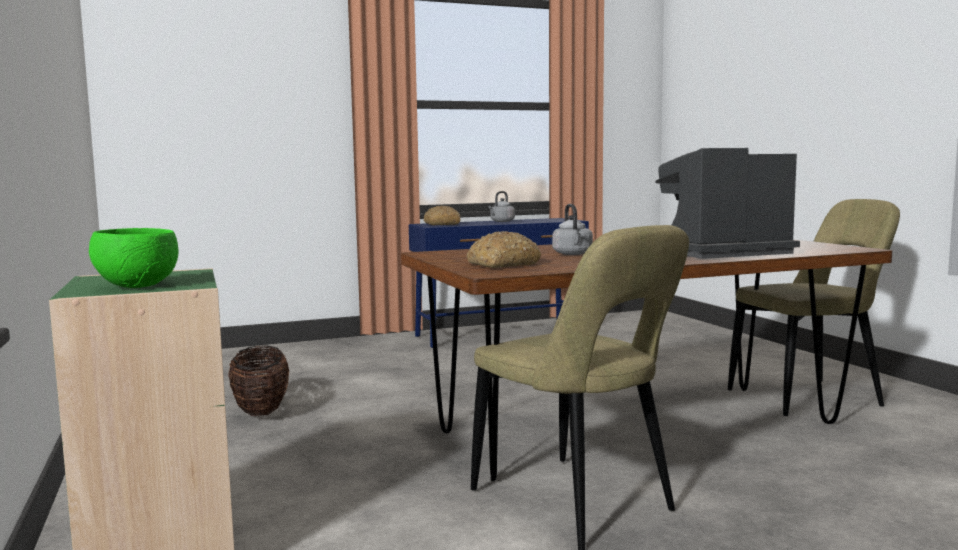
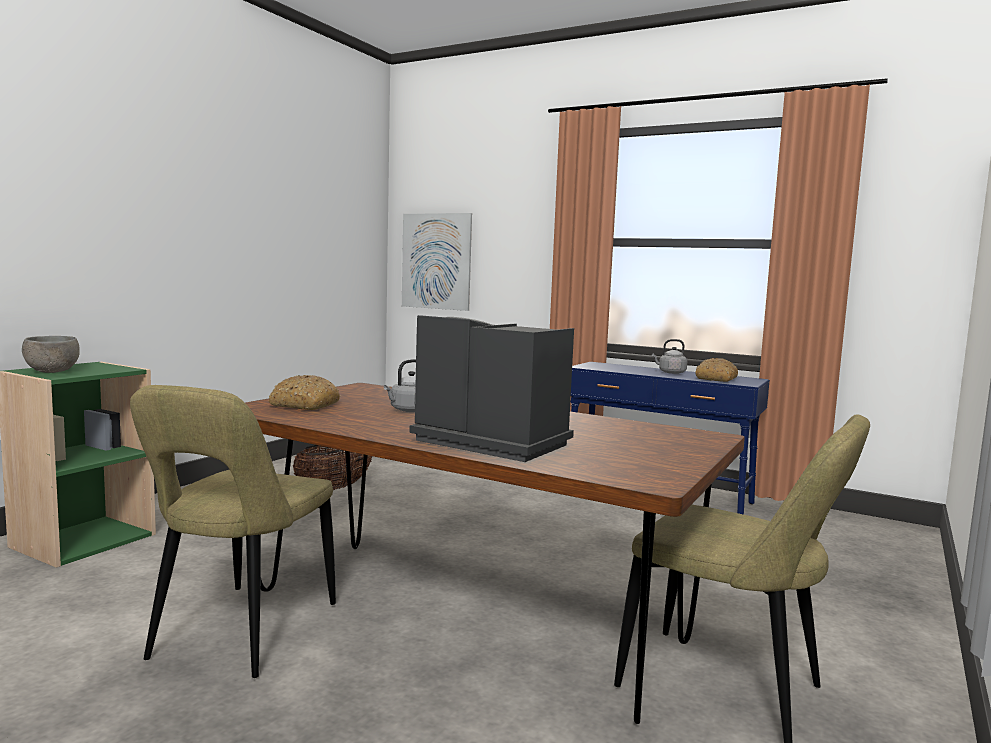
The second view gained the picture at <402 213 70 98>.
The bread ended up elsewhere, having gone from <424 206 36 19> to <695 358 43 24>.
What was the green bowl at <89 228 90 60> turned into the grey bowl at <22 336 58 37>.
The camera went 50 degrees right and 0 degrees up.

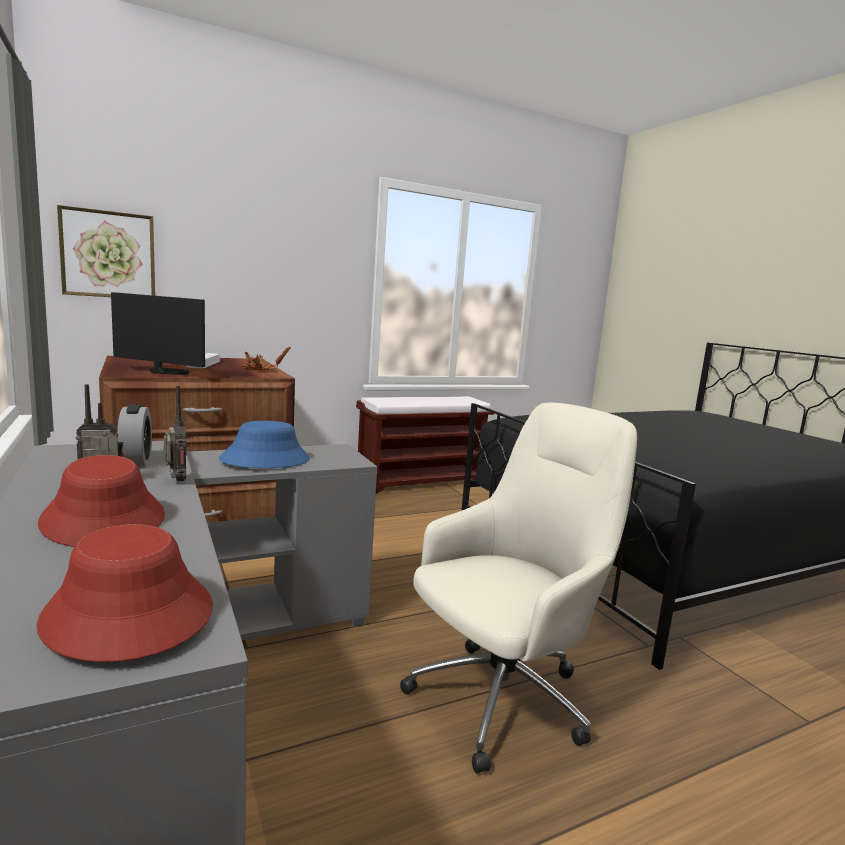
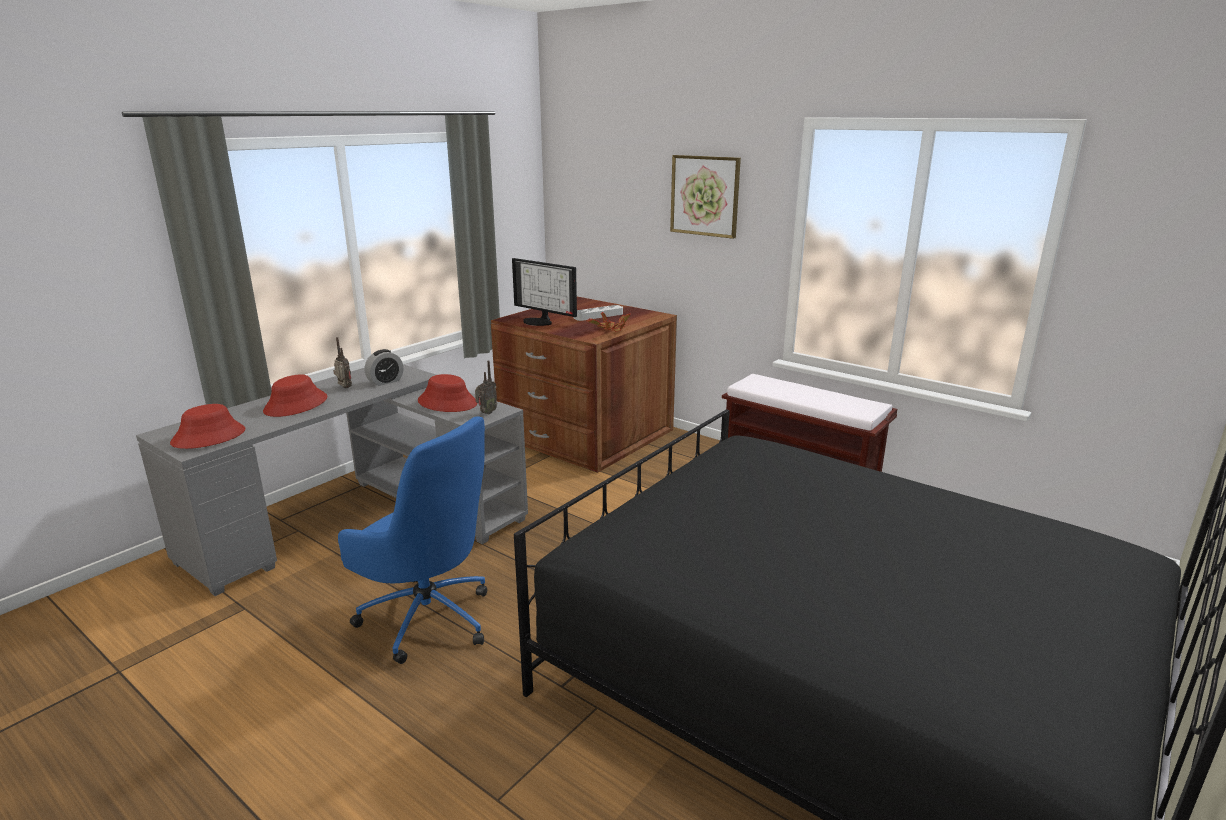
The picture ended up elsewhere, having gone from <57 205 98 92> to <670 155 71 84>.
The radio ended up elsewhere, having gone from <163 386 24 95> to <475 361 22 53>.
What was the blue hat at <219 421 91 47> turned into the red hat at <418 374 59 38>.
What was the beige office chair at <400 403 237 370> turned into the blue office chair at <338 416 149 248>.
The monitor at <111 292 94 83> ended up facing another way, 135 degrees clockwise from before.
The camera went 65 degrees right and 10 degrees up.

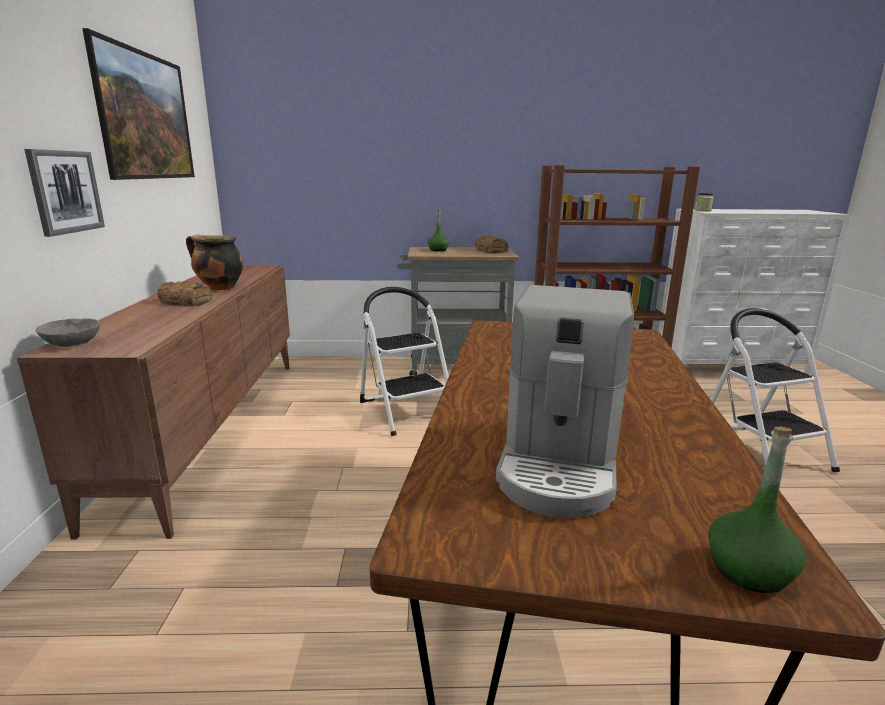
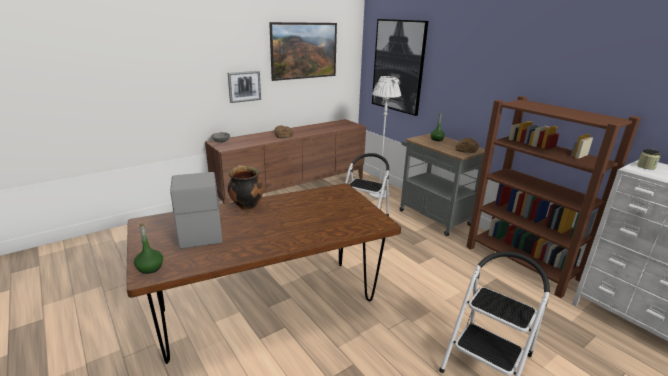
The second view gained the white floor lamp at <369 76 32 122>.
The second view gained the picture at <372 19 56 97>.
The cooking pot ended up elsewhere, having gone from <186 235 57 55> to <228 165 36 45>.
The coffee machine at <496 285 138 233> ended up facing another way, 90 degrees clockwise from before.
The camera went 55 degrees right and 5 degrees up.

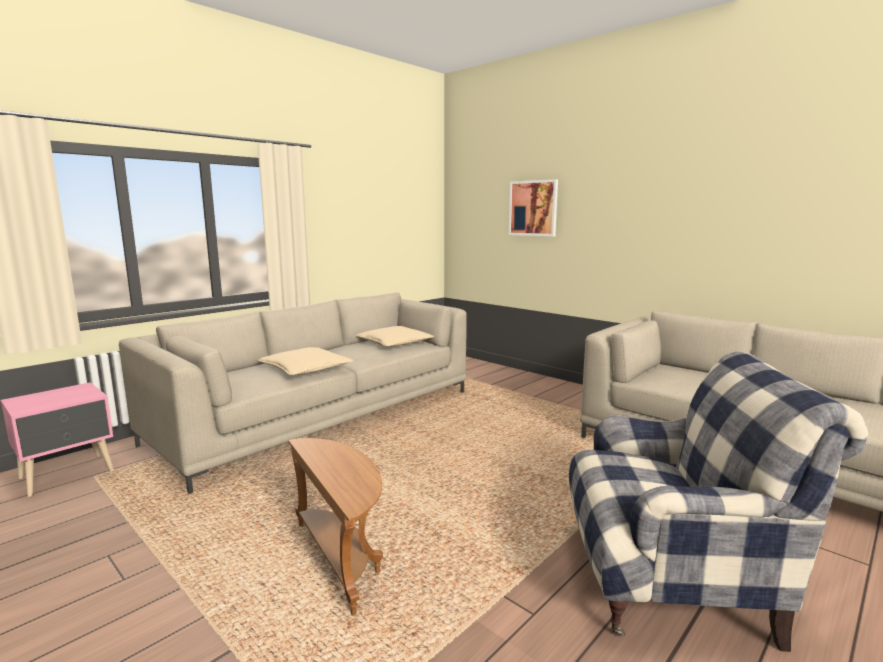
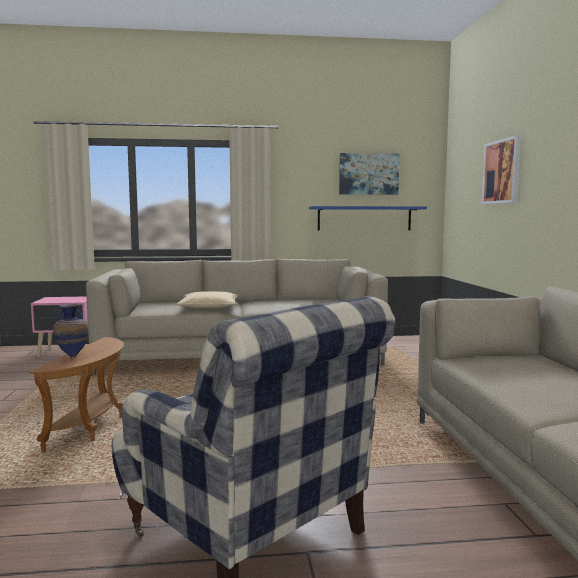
The second view lost the beige pillow at <355 326 79 21>.
The second view gained the vase at <53 304 36 54>.
The second view gained the blue shelf at <309 206 118 25>.
The second view gained the picture at <339 153 61 42>.
The camera went 40 degrees right and 5 degrees down.

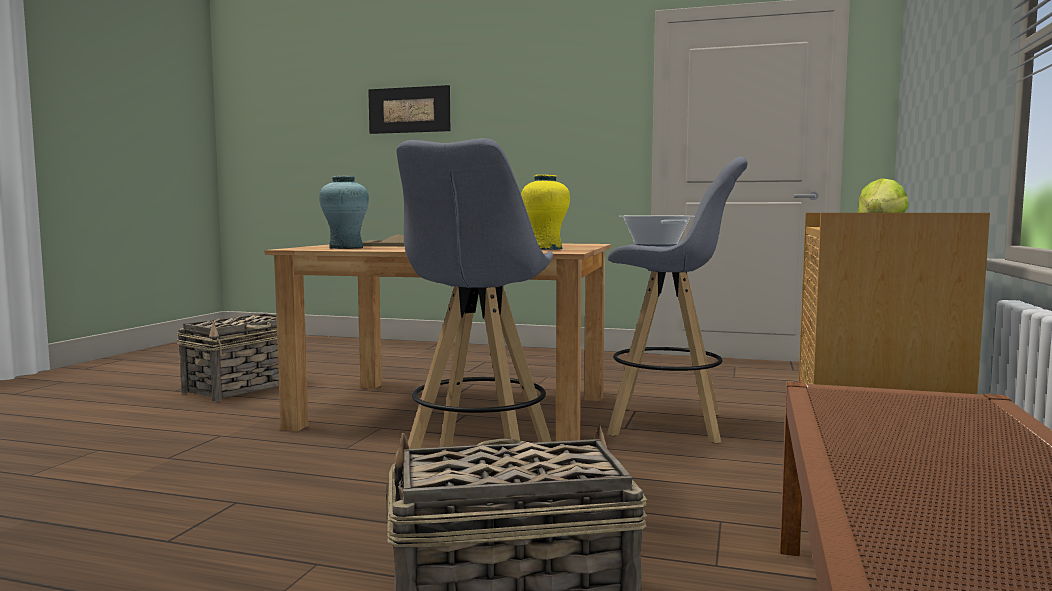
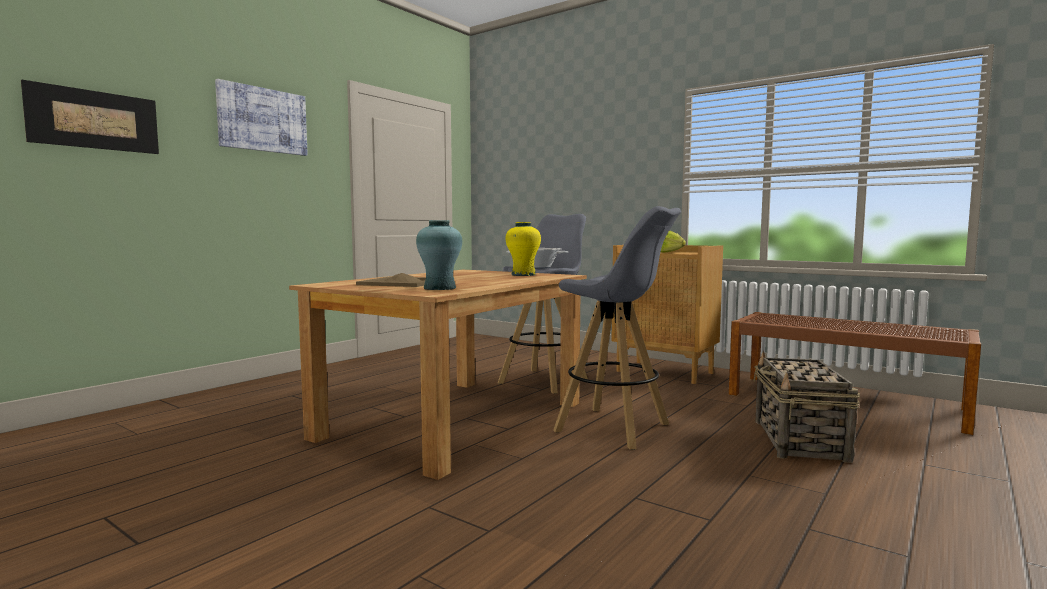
The second view lost the basket at <177 313 102 89>.
The second view gained the picture at <215 79 93 77>.
The camera went 70 degrees left and 0 degrees up.

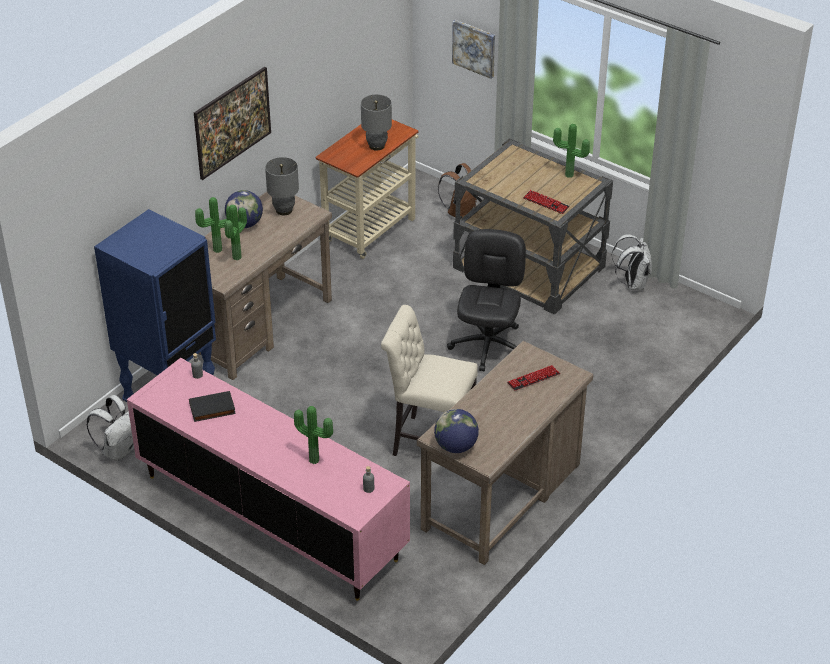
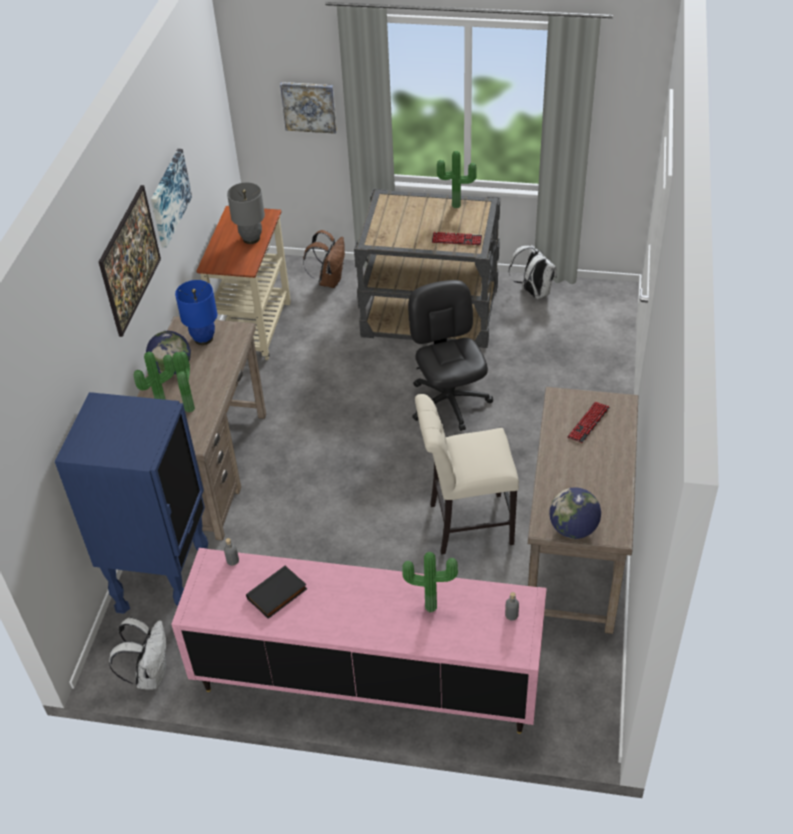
The second view gained the picture at <151 149 41 99>.
What was the grey table lamp at <265 157 34 58> turned into the blue table lamp at <175 280 42 65>.
The camera went 25 degrees left and 5 degrees up.

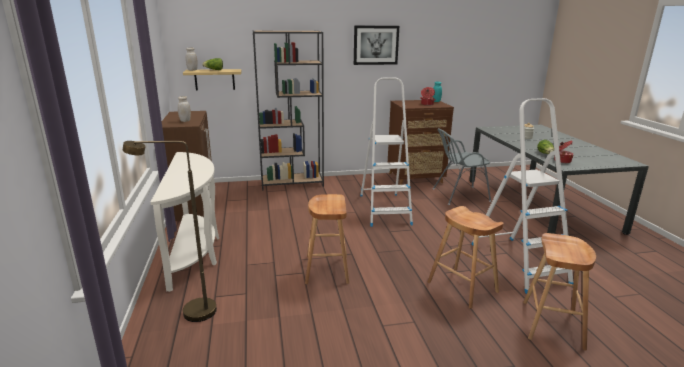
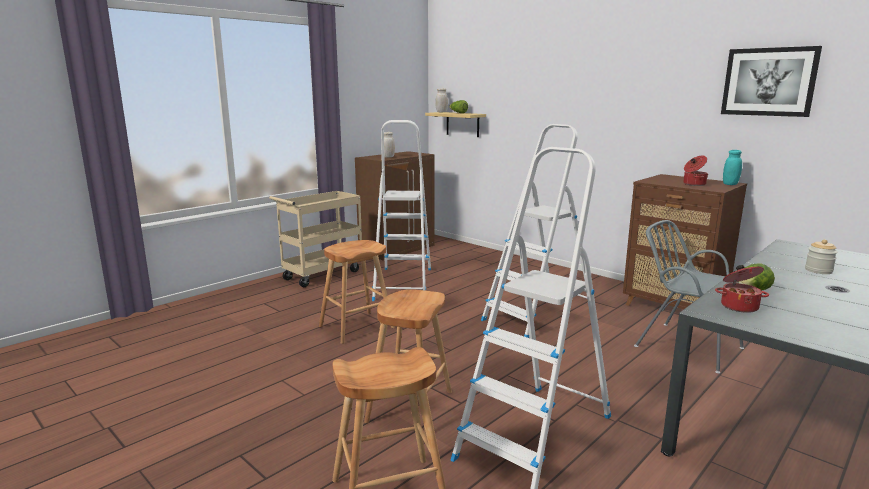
The second view lost the brown floor lamp at <123 141 94 181>.
The second view lost the bookcase at <253 31 71 160>.
The second view gained the white step ladder at <372 120 59 181>.
The picture ended up elsewhere, having gone from <354 25 45 40> to <721 46 101 71>.
Where the white console table stood at <150 152 69 140>, the beige cart came to stand at <269 191 93 96>.
The camera went 55 degrees right and 5 degrees down.

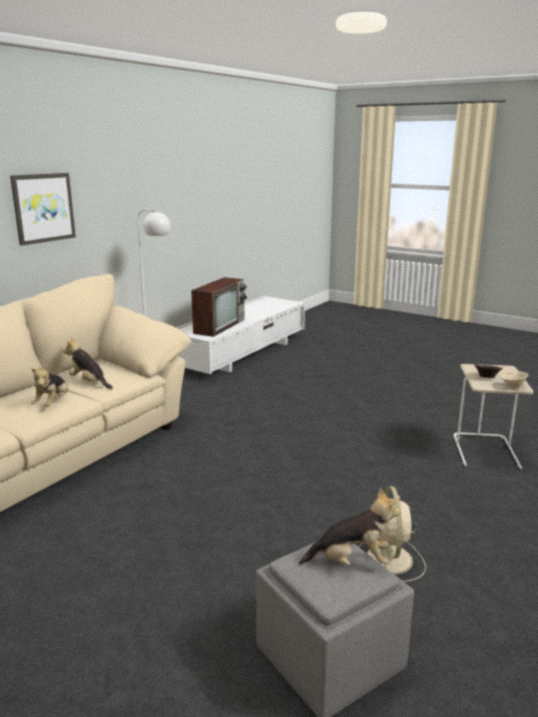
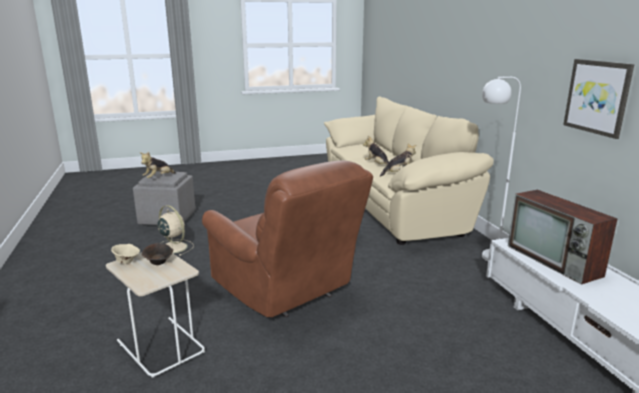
The second view gained the brown armchair at <202 160 171 157>.
The picture ended up elsewhere, having gone from <10 173 66 73> to <563 59 71 80>.
The camera went 130 degrees right and 0 degrees up.

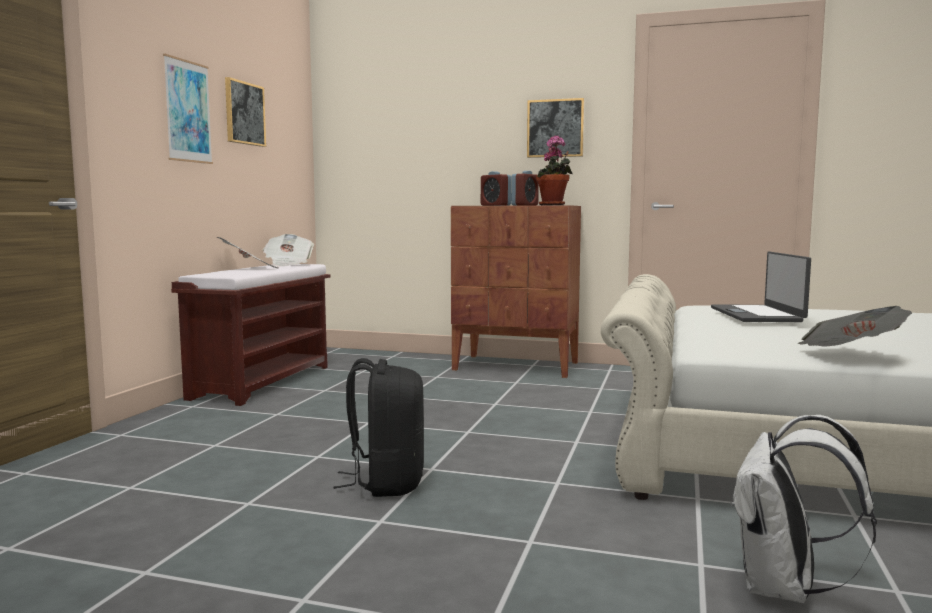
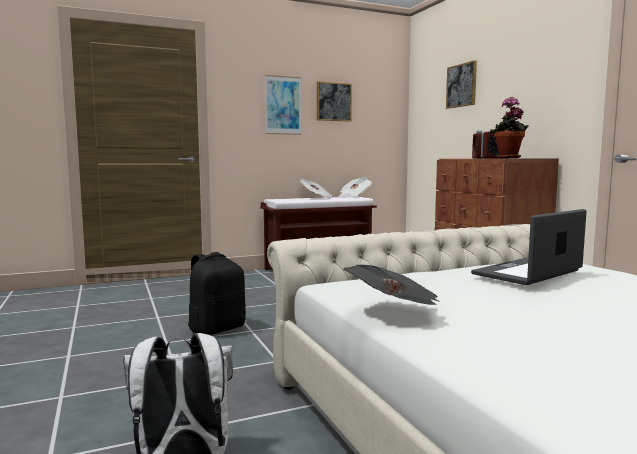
The picture ended up elsewhere, having gone from <527 98 57 60> to <446 60 31 49>.
The camera went 50 degrees right and 0 degrees up.

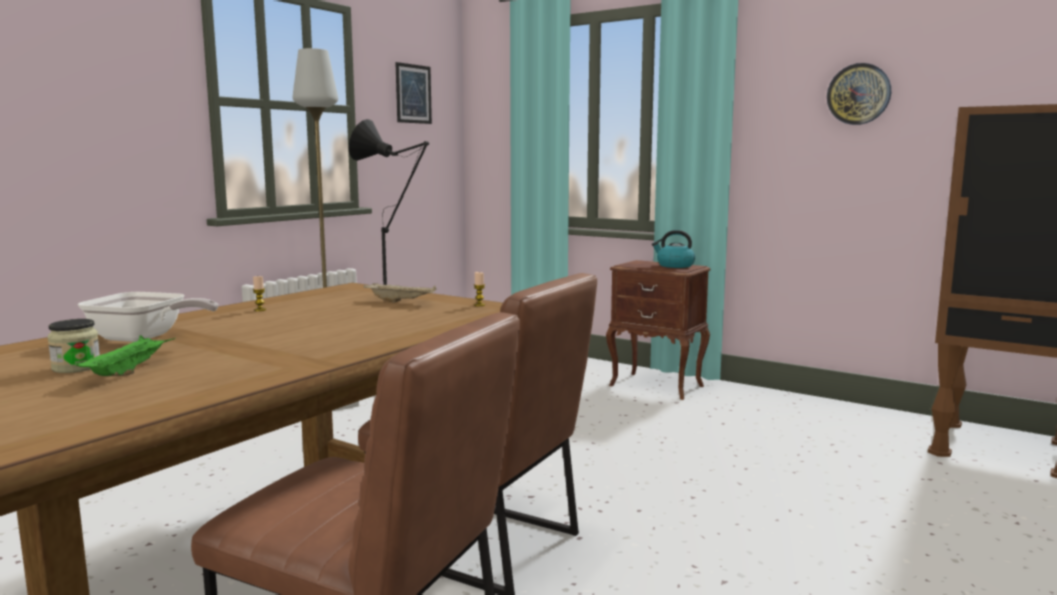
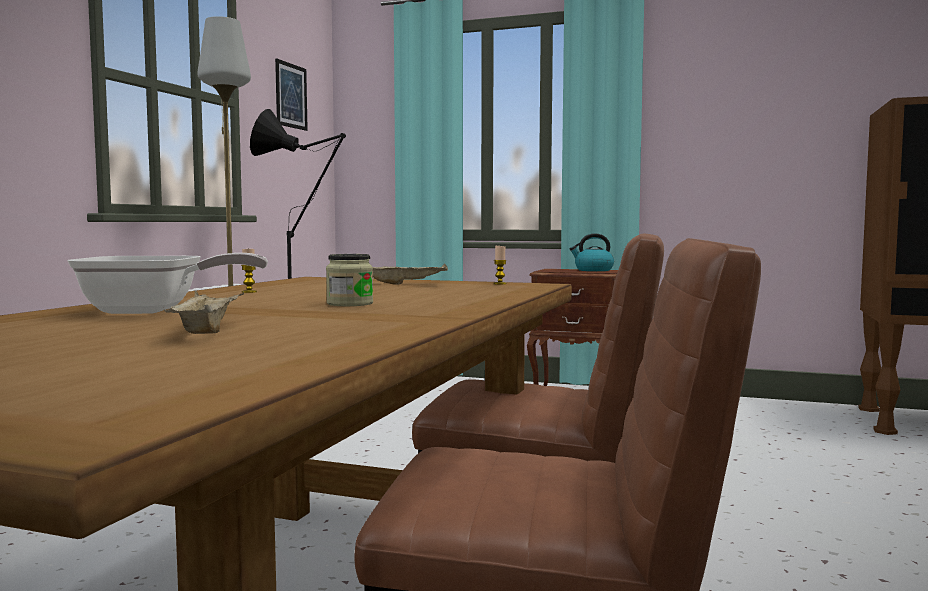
The second view lost the wall clock at <827 63 64 62>.
The jar ended up elsewhere, having gone from <47 319 53 54> to <326 254 47 52>.
What was the green tray at <75 335 100 41> turned into the beige tray at <164 290 80 44>.
The camera went 15 degrees left and 5 degrees down.

